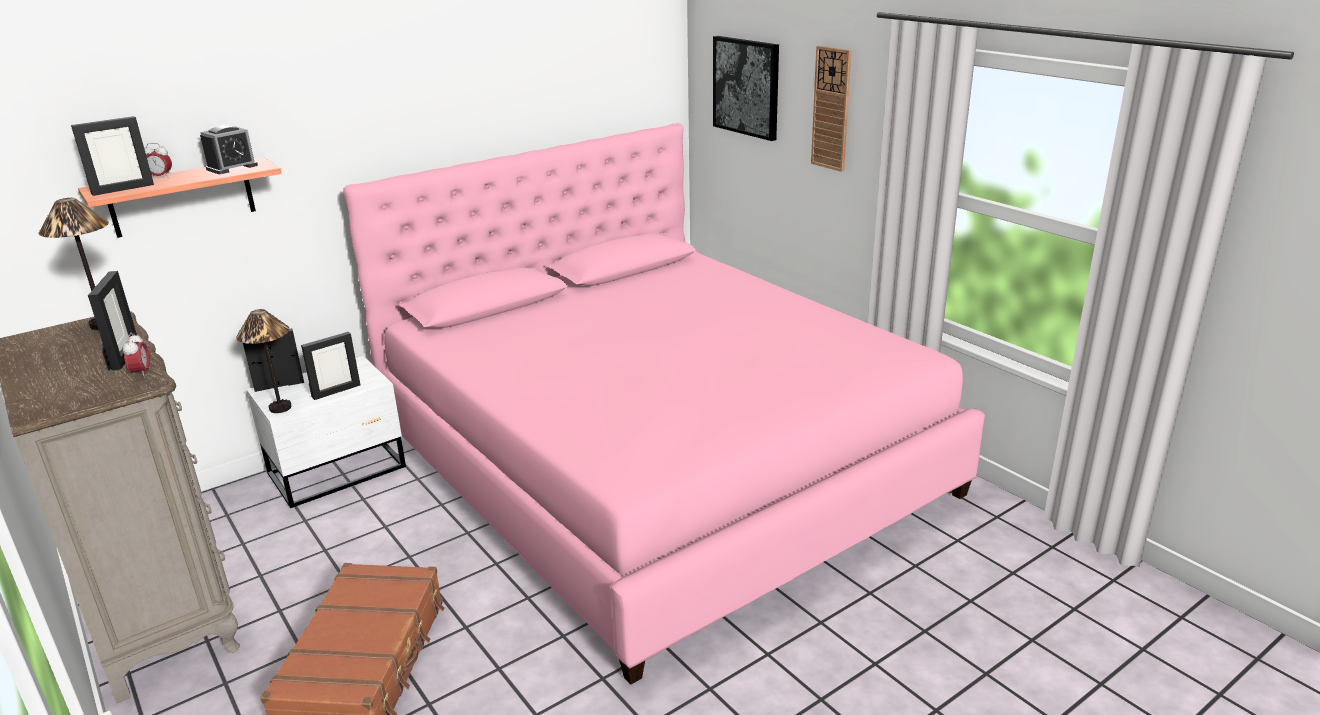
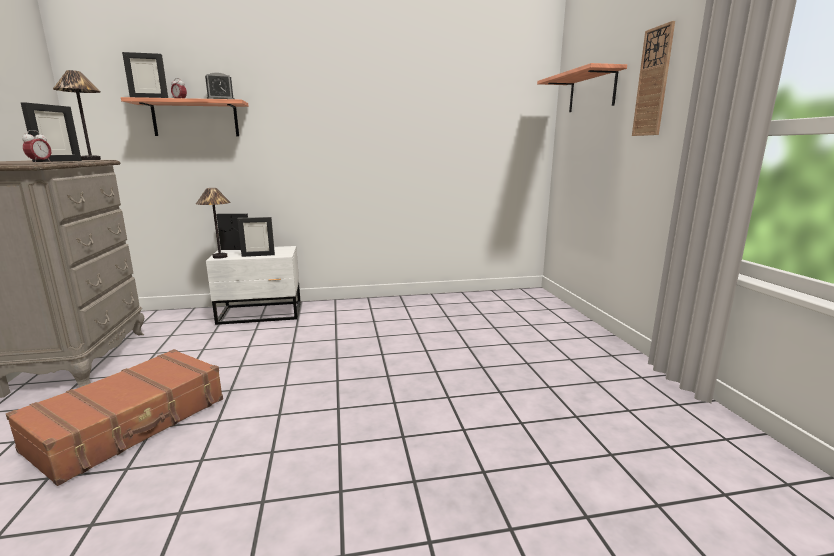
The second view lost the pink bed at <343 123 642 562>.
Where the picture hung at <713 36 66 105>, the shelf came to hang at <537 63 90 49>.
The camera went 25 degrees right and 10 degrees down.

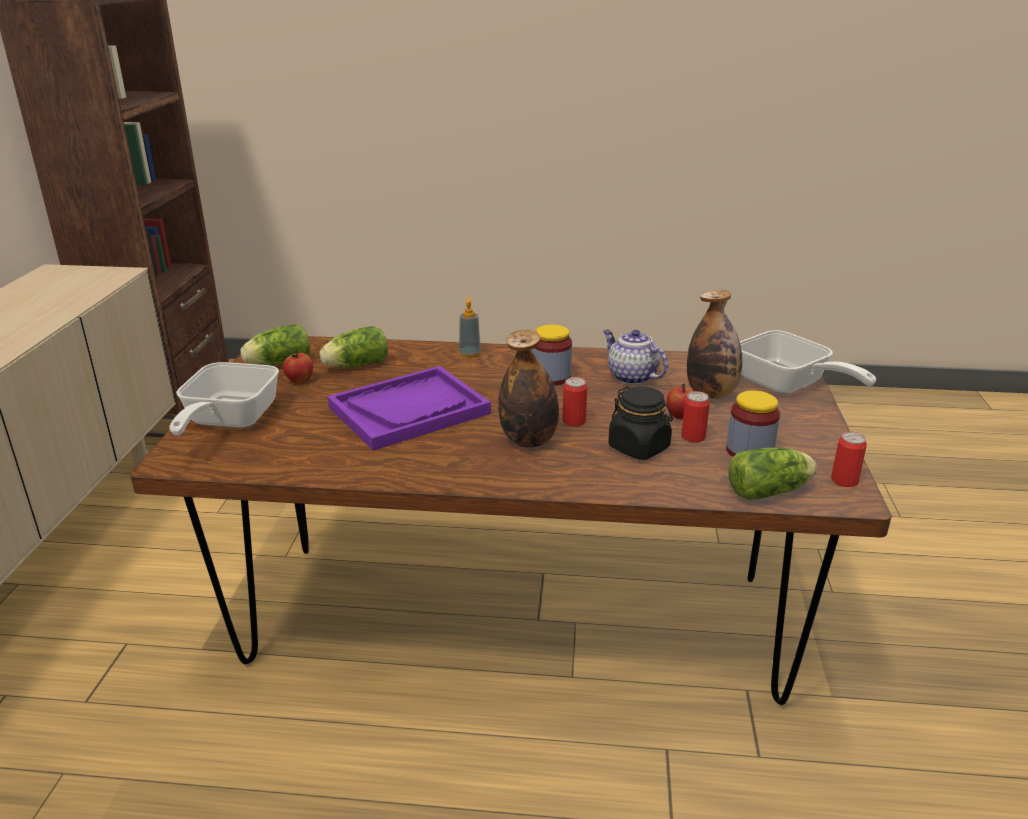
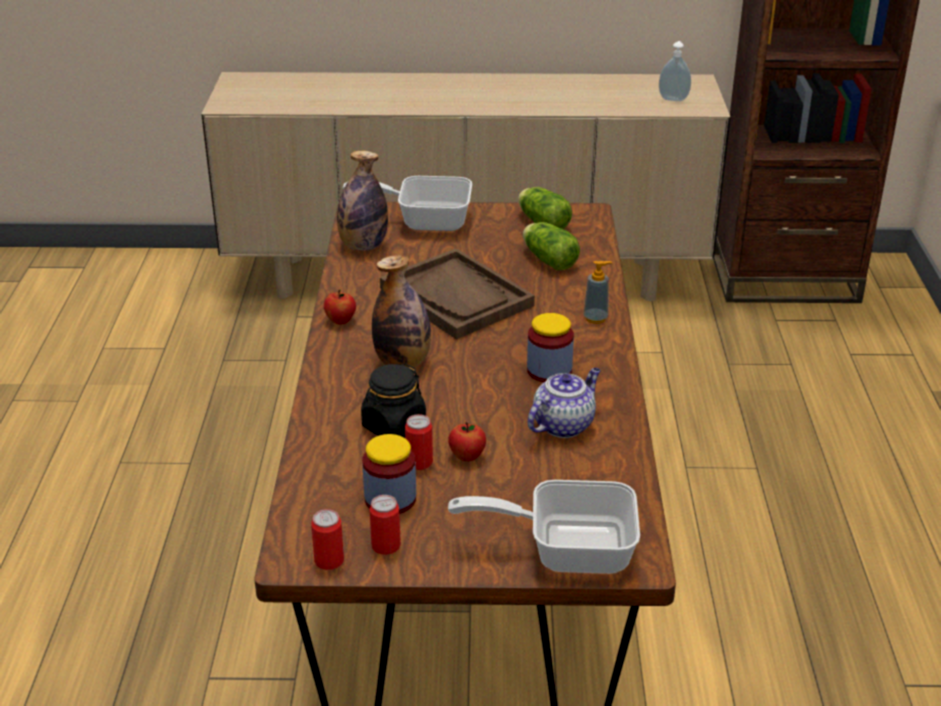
The second view lost the lettuce at <728 448 89 52>.
The second view gained the soap dispenser at <659 41 32 60>.
The apple ended up elsewhere, having gone from <283 349 30 35> to <324 289 32 36>.
The can ended up elsewhere, having gone from <562 377 25 50> to <370 495 31 60>.
The bottle ended up elsewhere, having gone from <687 290 55 109> to <337 151 51 100>.
What was the purple tray at <328 366 163 85> turned into the brown tray at <380 248 155 92>.
The frying pan at <740 330 136 64> ended up facing another way, 45 degrees clockwise from before.
The camera went 85 degrees right and 5 degrees up.

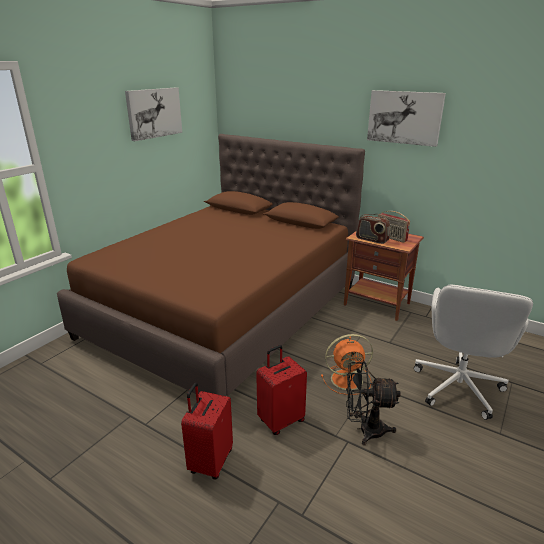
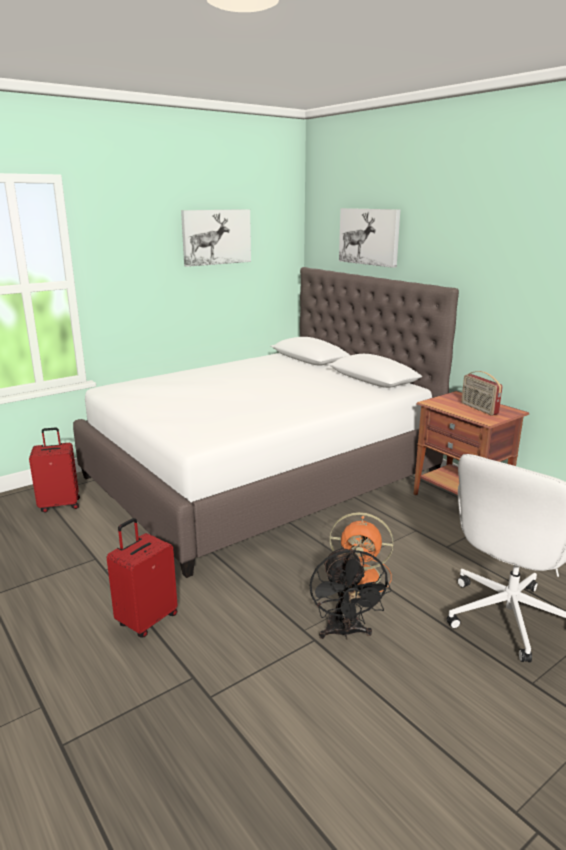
The second view lost the radio at <356 214 34 30>.
The red suitcase ended up elsewhere, having gone from <256 345 51 90> to <29 427 51 85>.
The picture ended up elsewhere, having gone from <367 90 79 57> to <339 208 61 60>.
What was the brown bed at <57 134 308 262> turned into the white bed at <73 267 386 311>.
The black fan at <346 361 55 84> ended up facing another way, 120 degrees counterclockwise from before.
The camera went 20 degrees right and 5 degrees down.

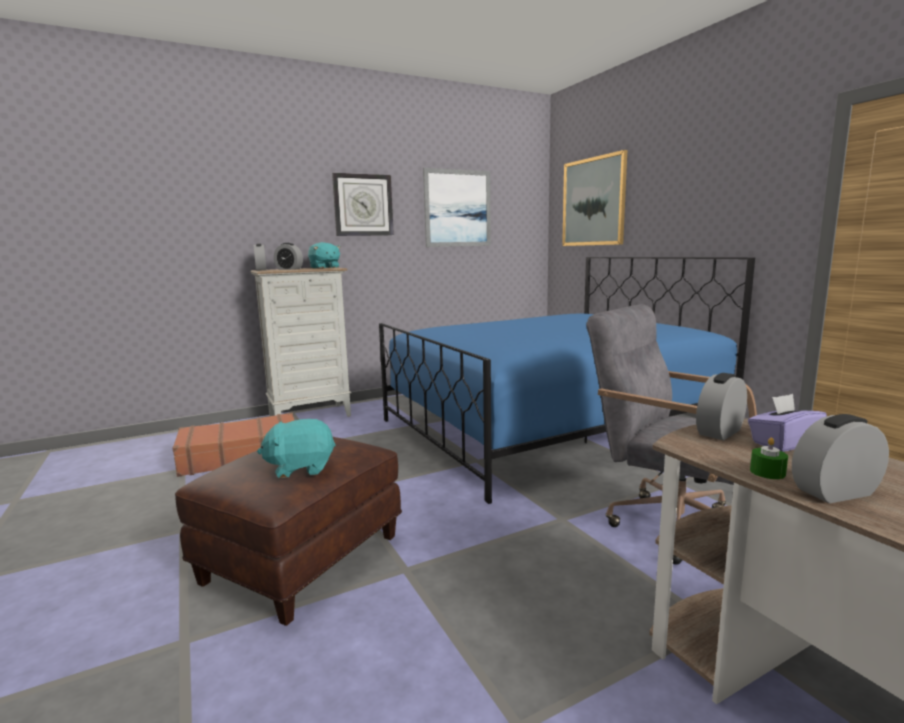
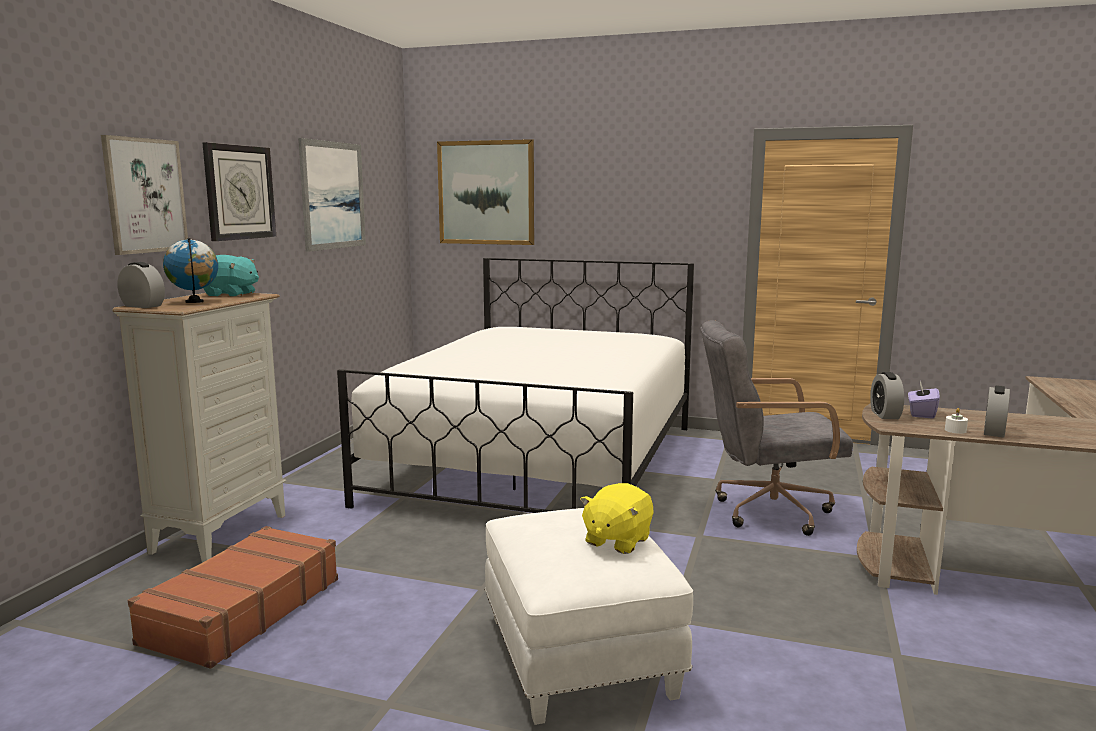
The second view gained the picture at <101 135 87 120>.
Where the alarm clock stood at <274 243 29 27>, the globe came to stand at <163 238 55 65>.
What was the brown ottoman at <175 437 227 189> turned into the white ottoman at <484 508 209 217>.
What was the turquoise plush toy at <257 419 79 59> turned into the yellow plush toy at <580 483 74 71>.
What was the blue bed at <379 257 376 247> turned into the white bed at <337 258 357 255>.
What was the green candle at <750 437 38 42> turned into the white candle at <945 408 23 26>.
The camera went 45 degrees left and 0 degrees up.

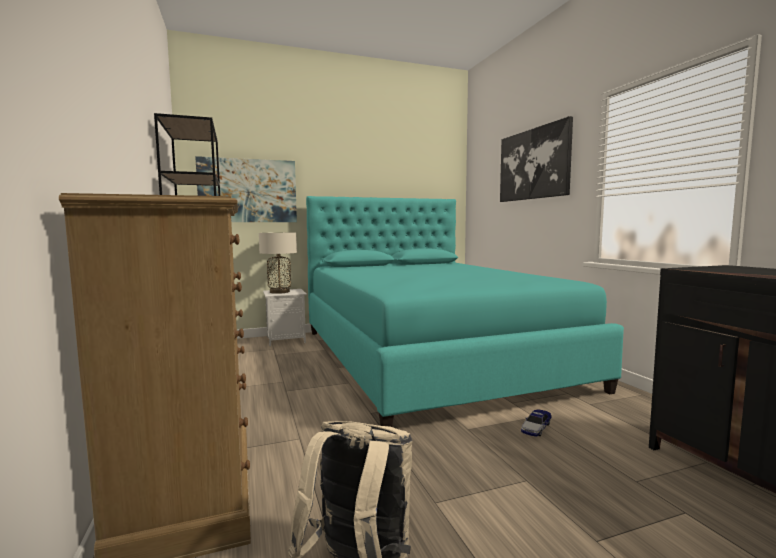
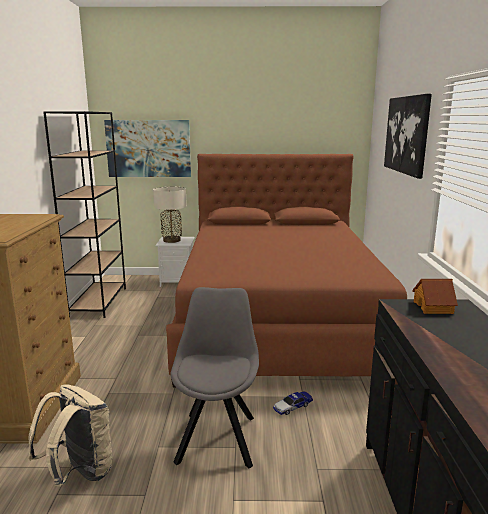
The second view gained the grey chair at <170 287 89 181>.
The second view gained the toy house at <412 279 46 35>.
What was the turquoise bed at <306 196 318 231> turned into the brown bed at <166 154 241 233>.
The camera went 20 degrees right and 10 degrees up.

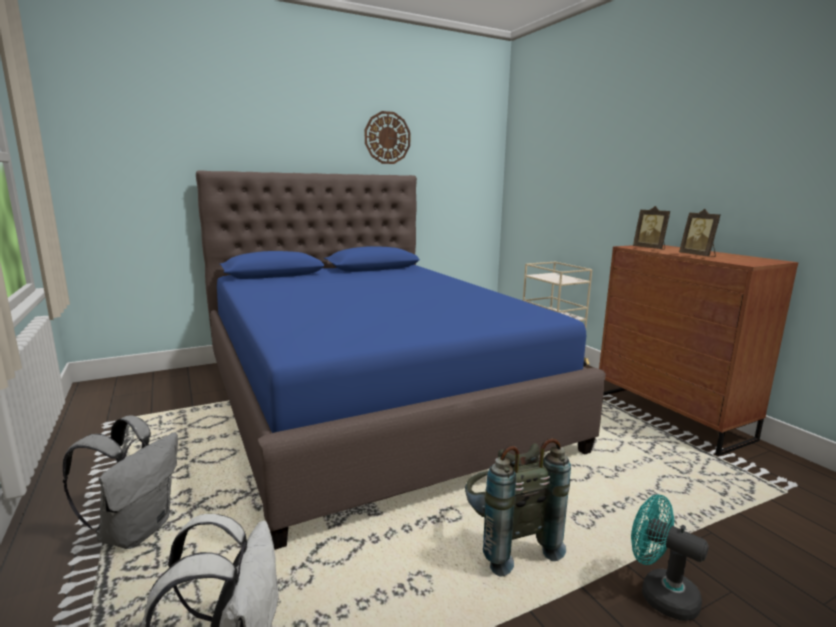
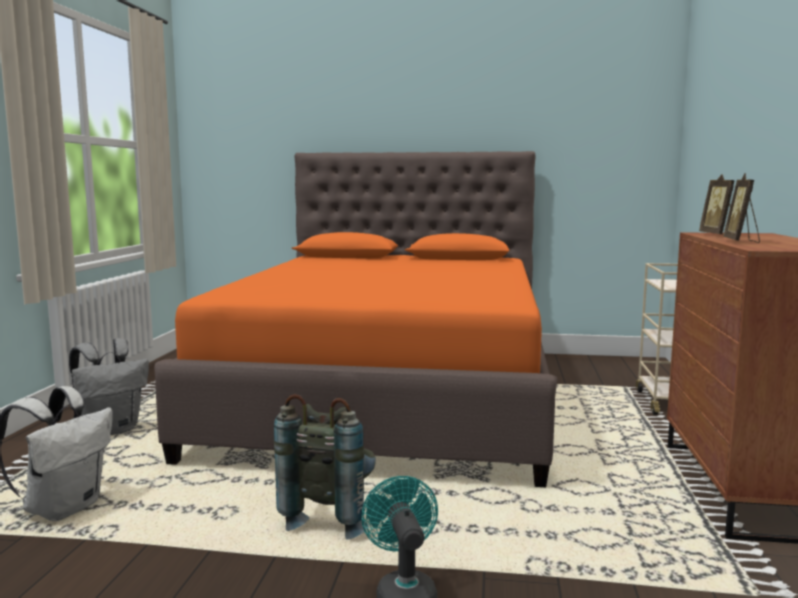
The second view lost the wall clock at <365 111 45 53>.
What was the blue bed at <196 171 410 379> turned into the orange bed at <154 151 404 336>.
The camera went 35 degrees right and 5 degrees down.

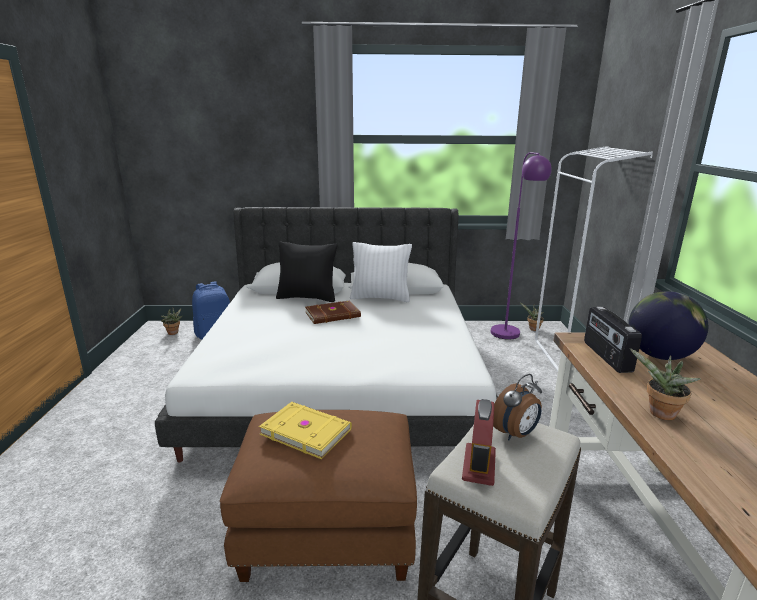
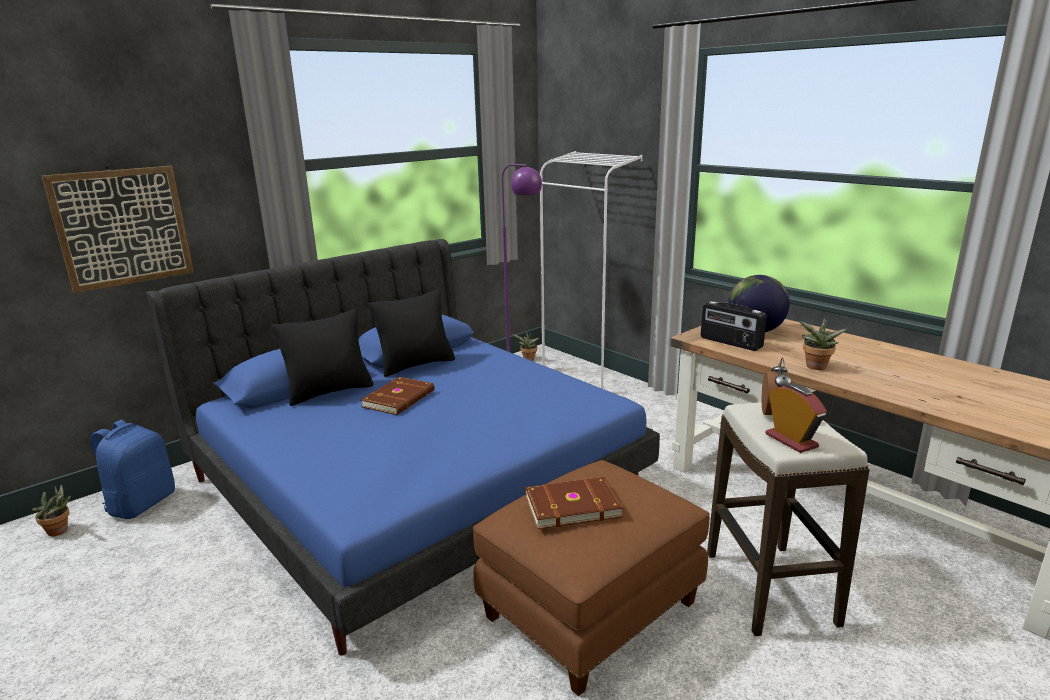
The second view gained the picture at <42 166 152 127>.
What was the white bed at <155 207 343 255> turned into the blue bed at <146 239 514 417>.
What was the yellow book at <259 402 93 57> turned into the brown book at <525 477 98 52>.
What was the white pillow at <350 242 62 60> turned into the black pillow at <368 290 87 87>.
The camera went 40 degrees left and 0 degrees up.

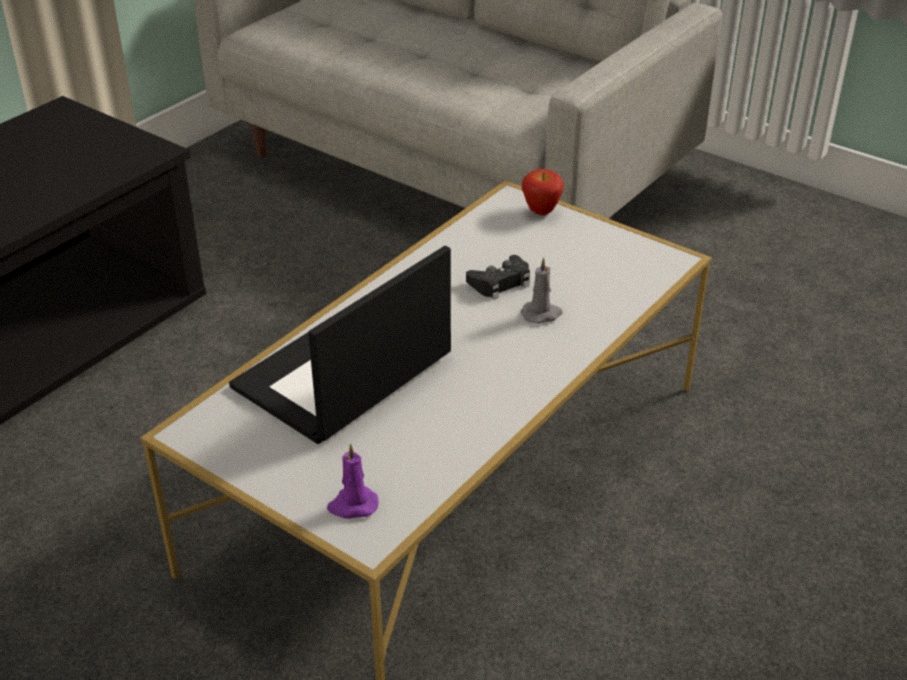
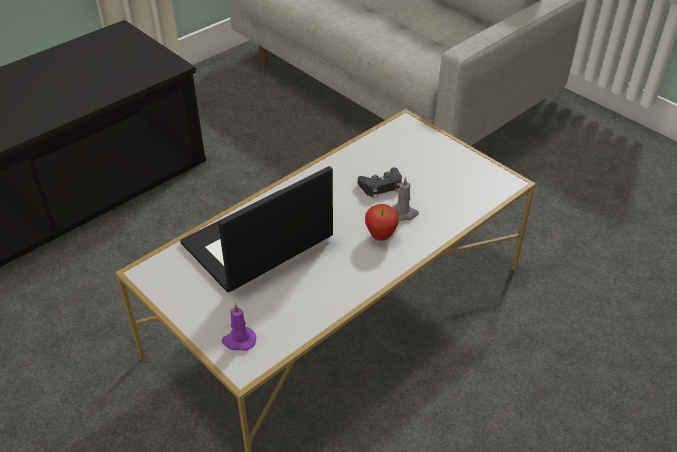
The apple ended up elsewhere, having gone from <522 169 41 46> to <365 204 34 37>.
The camera went 10 degrees right and 5 degrees up.

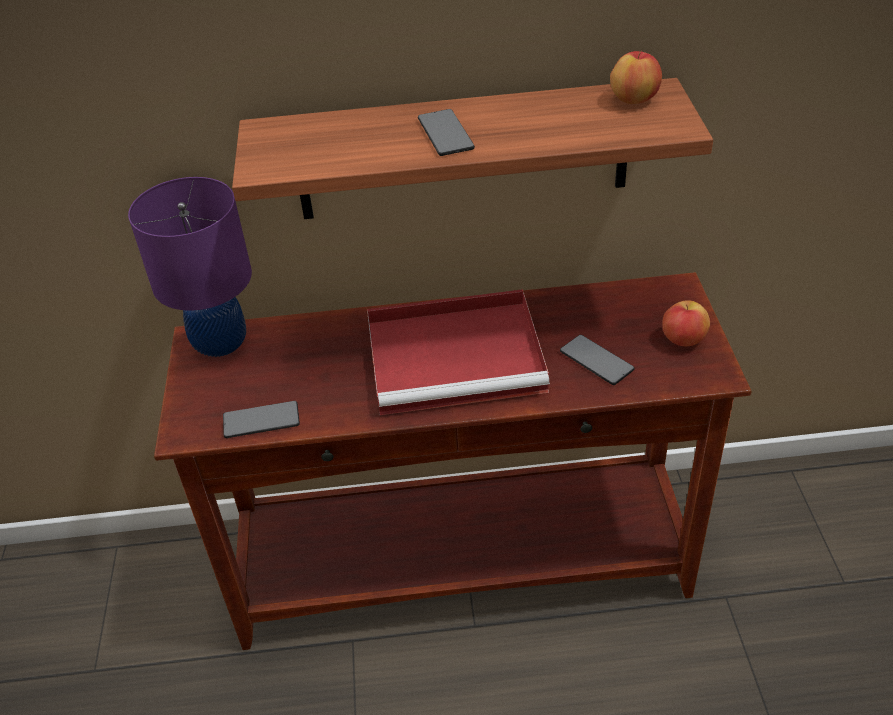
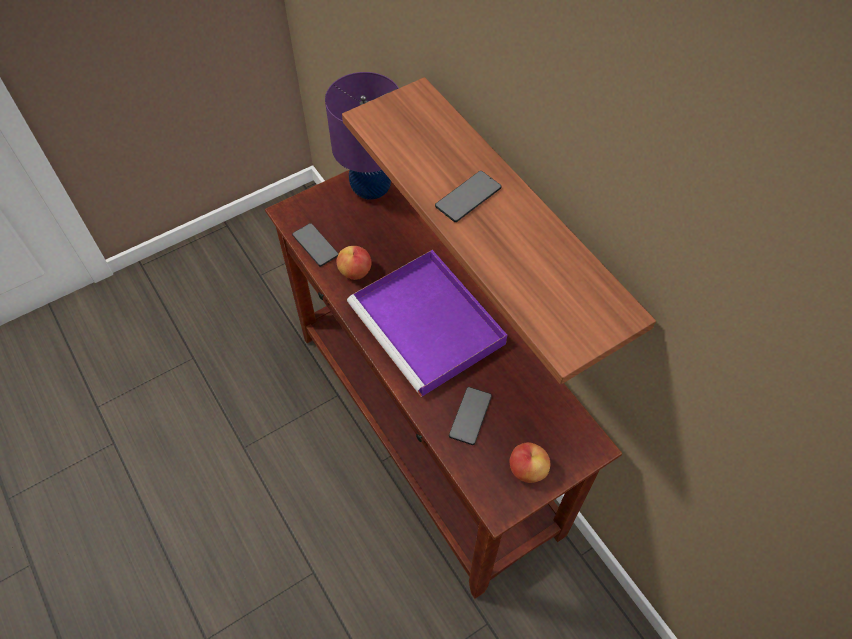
The apple ended up elsewhere, having gone from <610 50 52 54> to <337 246 34 34>.
What was the red tray at <367 289 183 126> turned into the purple tray at <347 250 160 147>.
The camera went 60 degrees right and 15 degrees up.

